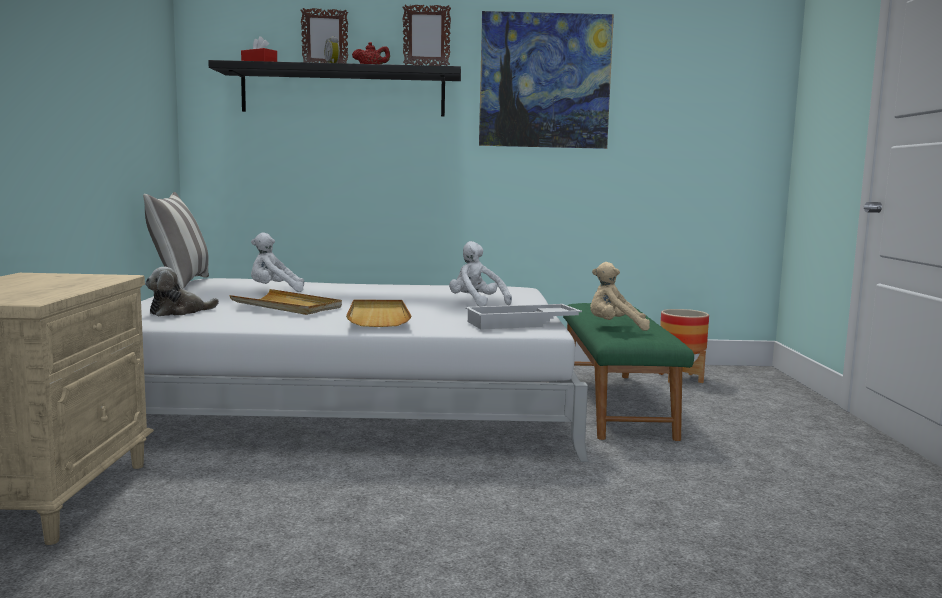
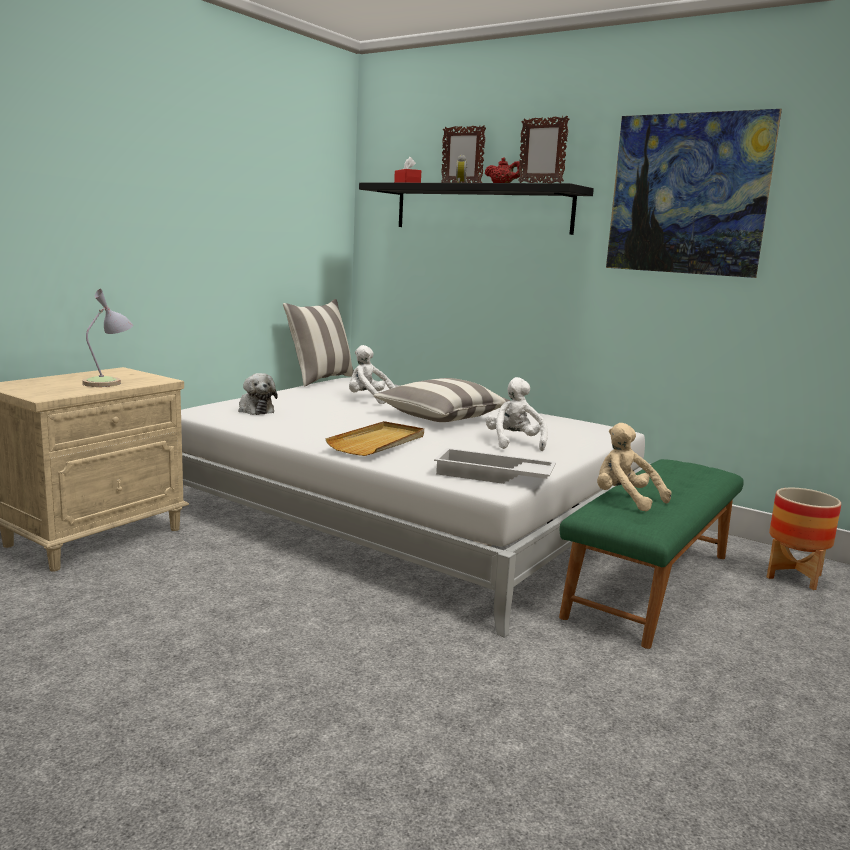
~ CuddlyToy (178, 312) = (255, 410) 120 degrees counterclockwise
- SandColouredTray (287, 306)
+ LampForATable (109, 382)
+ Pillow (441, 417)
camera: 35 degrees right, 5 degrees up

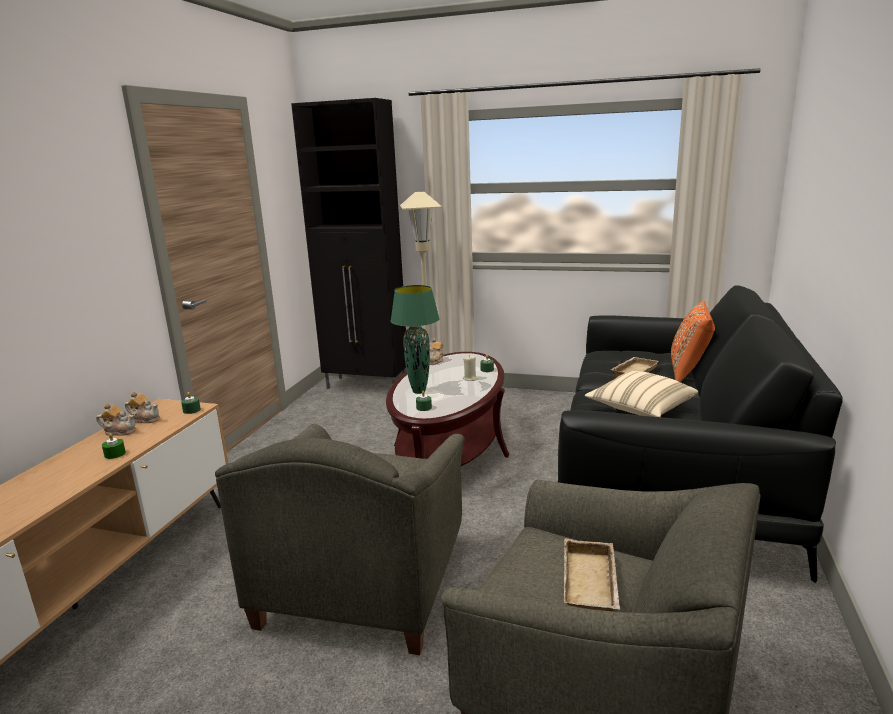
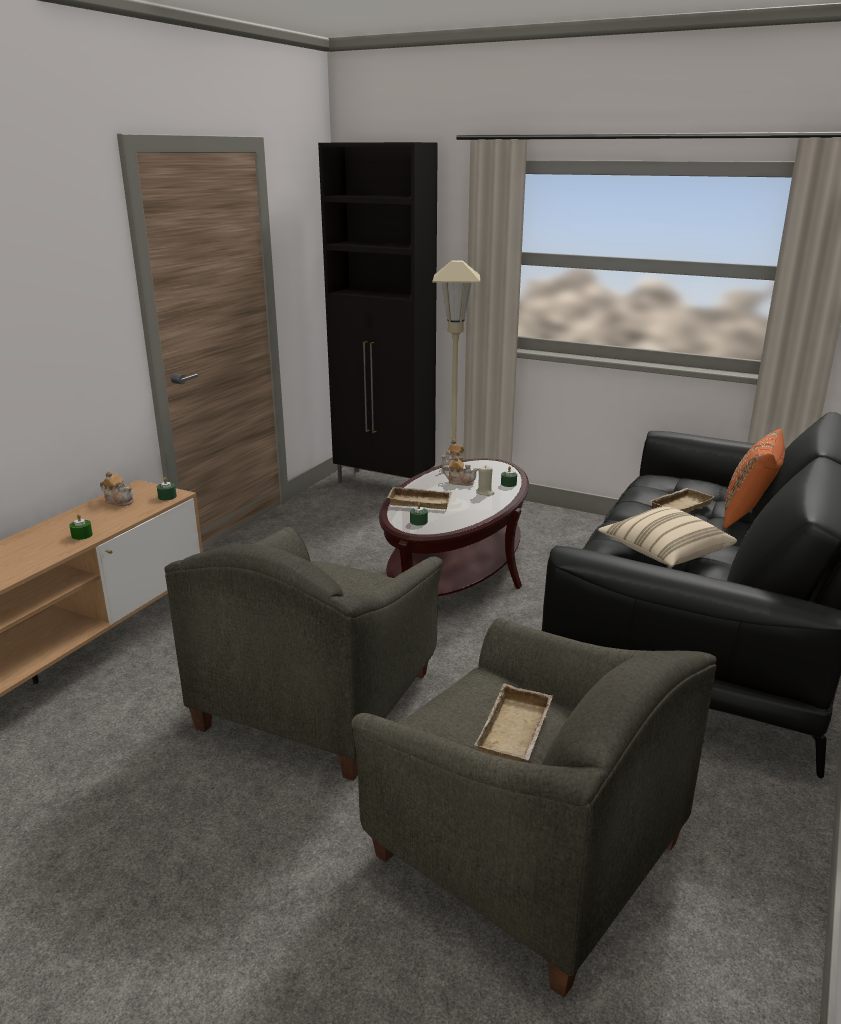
~ GreenColouredLampForATable (419, 391) to SandColouredTray (421, 501)
~ TeaPot (120, 431) to (460, 482)
camera: 10 degrees right, 5 degrees up

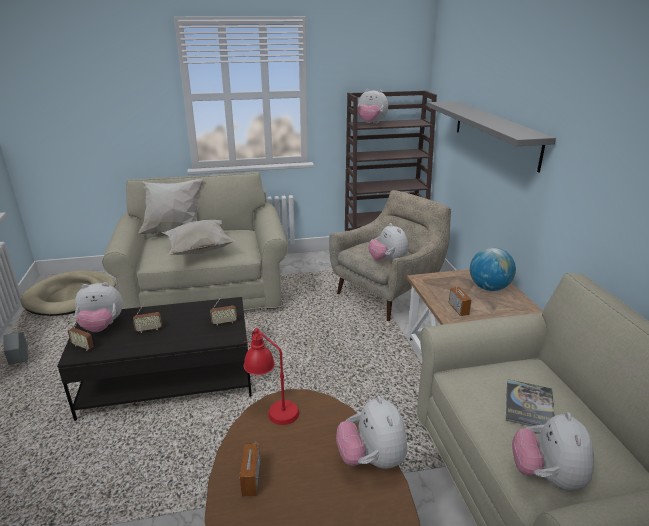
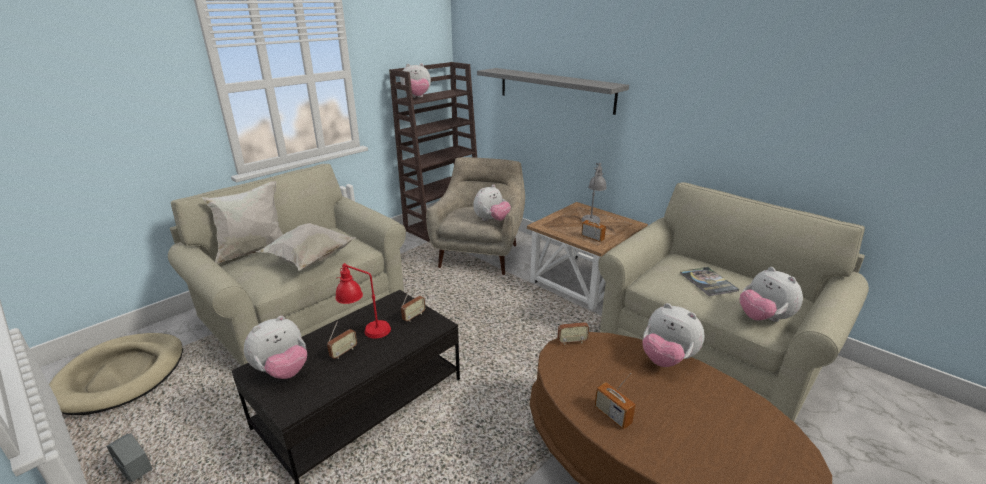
~ CuddlyToy (387, 261) = (491, 220) 75 degrees counterclockwise
~ WorldGlobe (489, 288) to GrayLampForATable (592, 217)
~ RadioSet (83, 346) to (572, 341)
~ RedColouredLampForATable (272, 408) to (365, 331)
camera: 35 degrees left, 0 degrees up

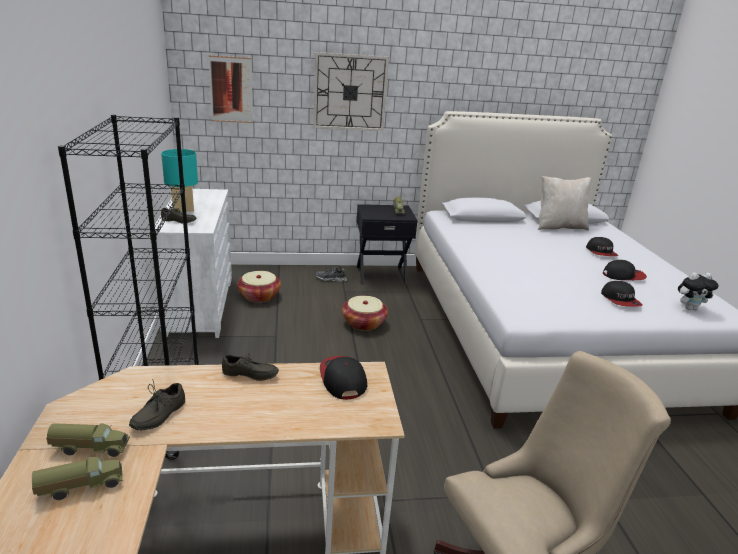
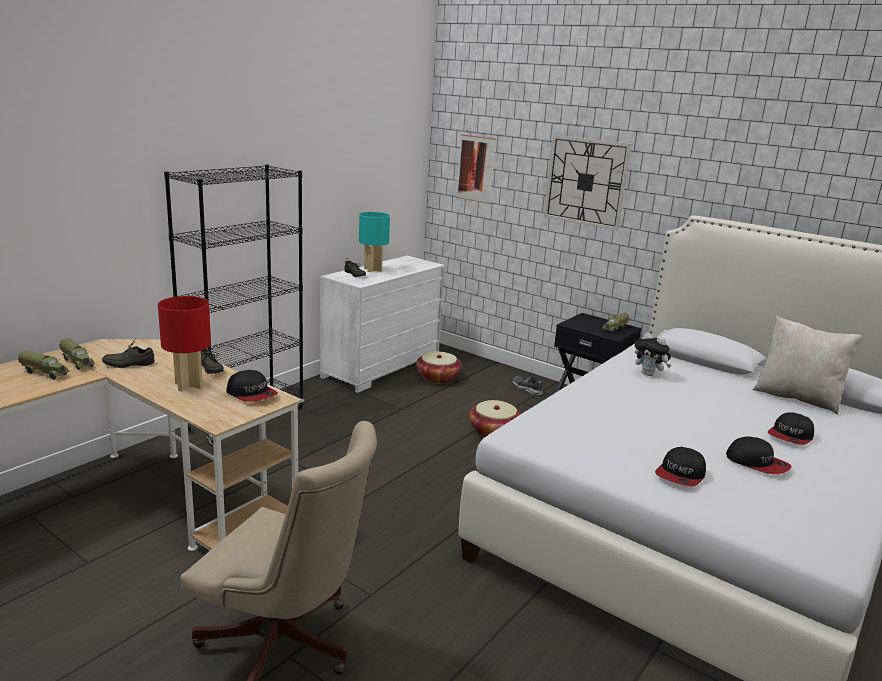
~ CuddlyToy (690, 308) to (649, 374)
~ BaseballCap (342, 379) = (252, 394) 105 degrees clockwise
+ RedColouredLampForATable (189, 385)
camera: 45 degrees right, 5 degrees down

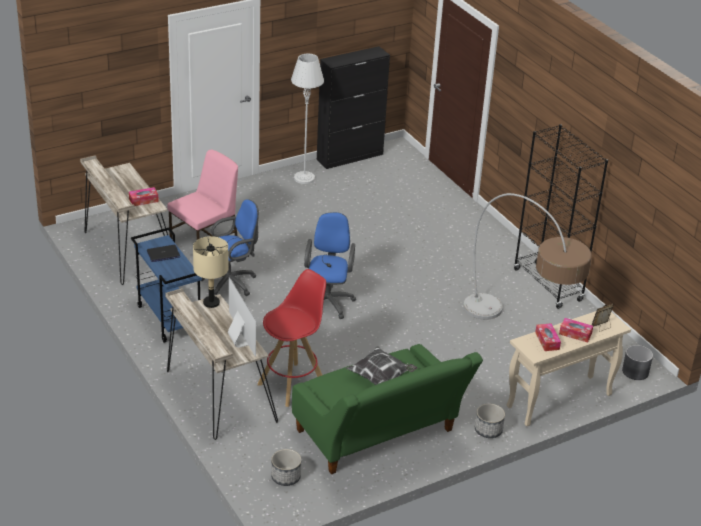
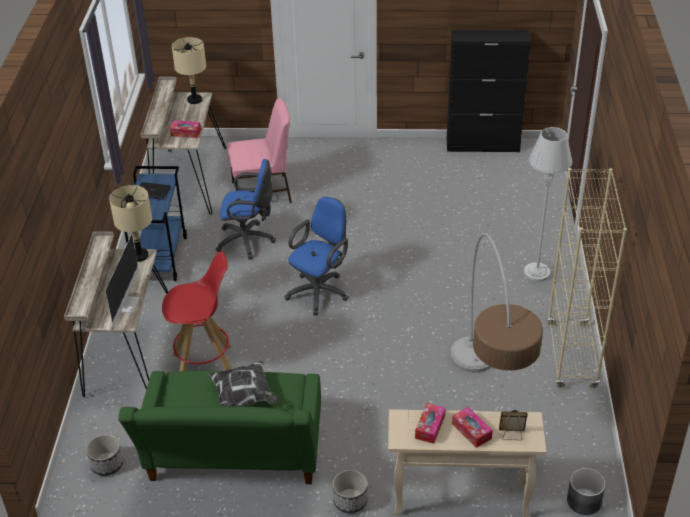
~ GrayFloorLamp (304, 178) to (537, 272)
~ BlackishBookshelf (548, 285) to SandColouredBookshelf (571, 356)
+ SandColouredLampForATable (194, 100)
camera: 35 degrees right, 5 degrees up

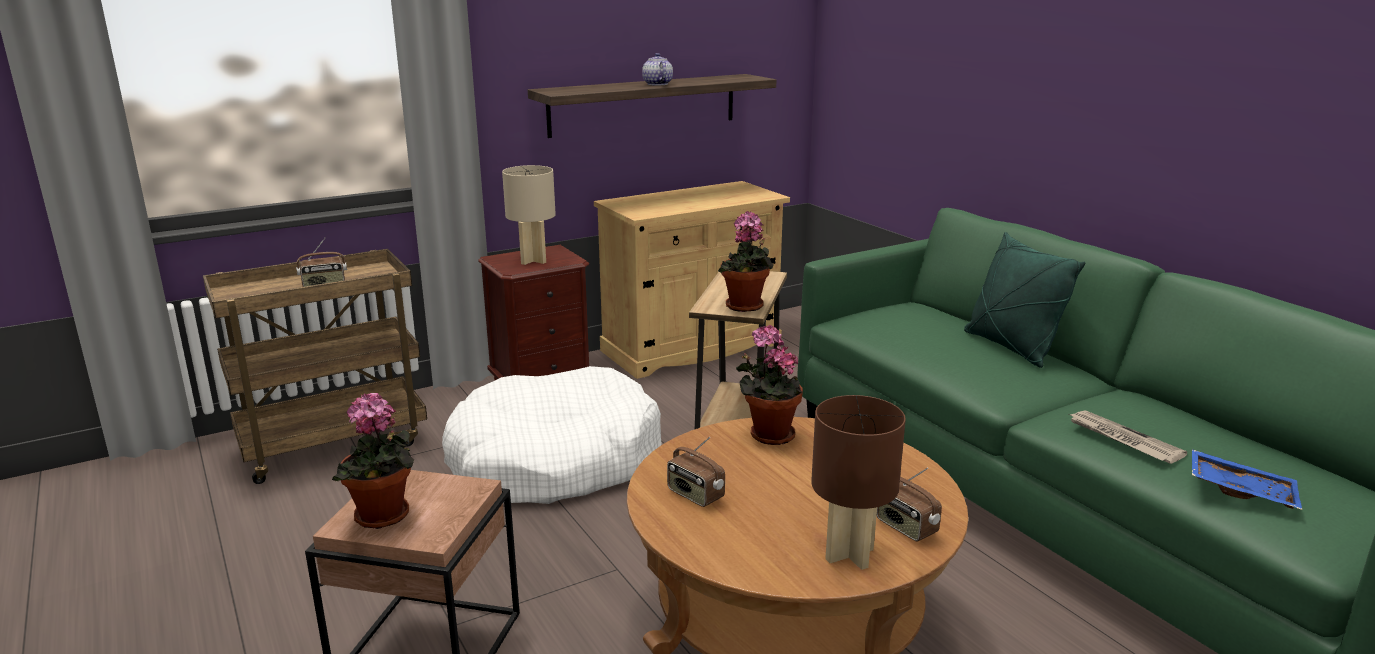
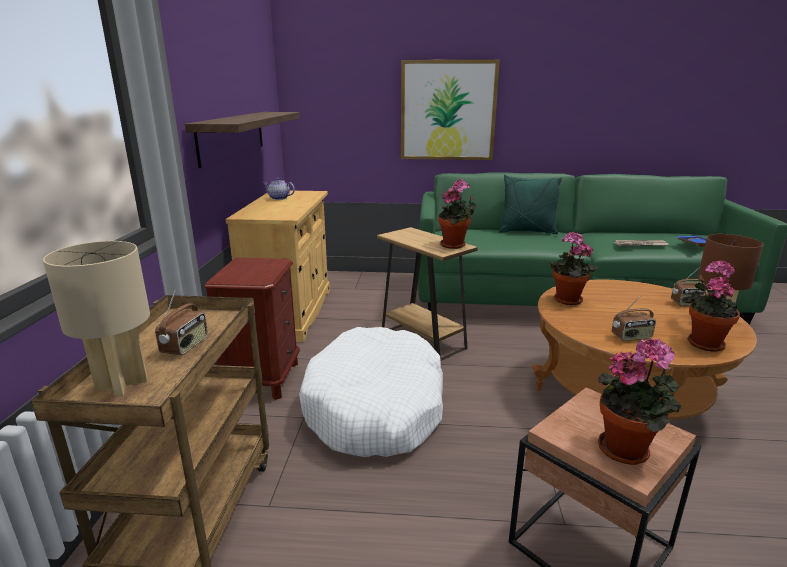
~ TeaPot (657, 84) to (279, 198)
~ SandColouredLampForATable (534, 260) to (123, 384)
+ WallPicture (448, 111)
+ Houseplant (703, 342)
camera: 55 degrees left, 0 degrees up

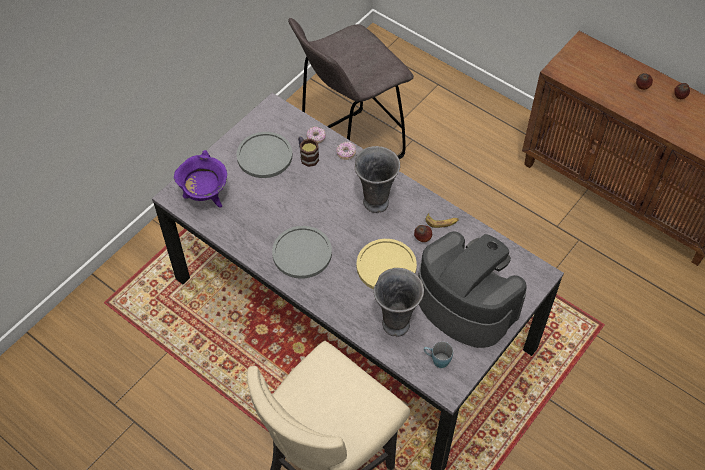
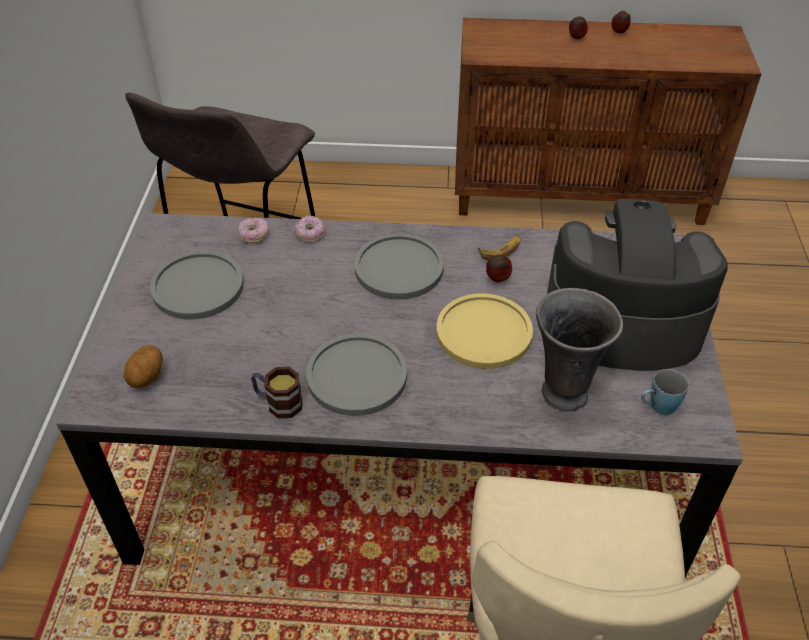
~ TeaMug (307, 156) to (278, 403)
~ GrayFlowerVase (375, 201) to GrayPlate (399, 268)
~ PurpleColouredCookingPot (205, 196) to WholePotato (147, 378)
camera: 35 degrees left, 10 degrees down

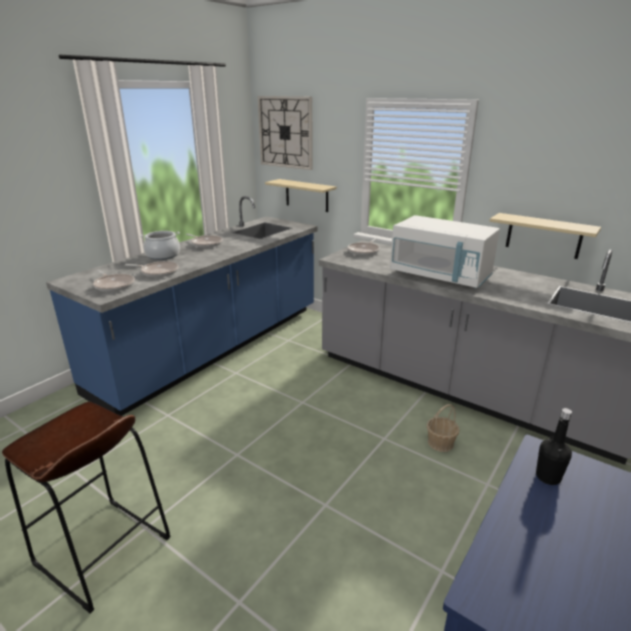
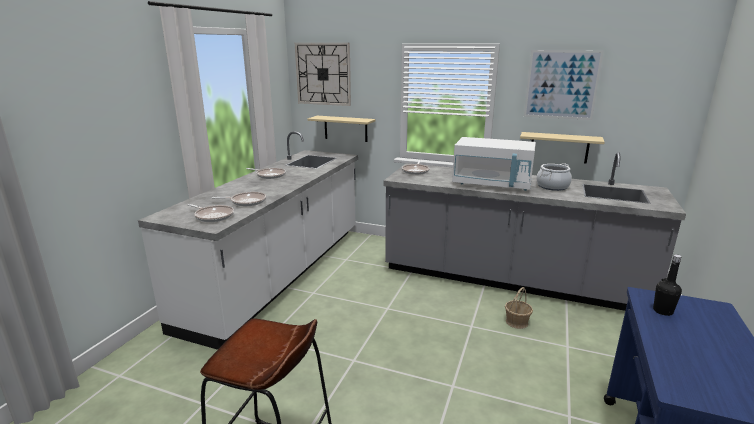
~ BluishCounter (215, 347) to WhiteColouredCounter (280, 274)
~ CookingPot (163, 255) to (552, 186)
+ WallPicture (561, 85)
camera: 15 degrees left, 5 degrees down

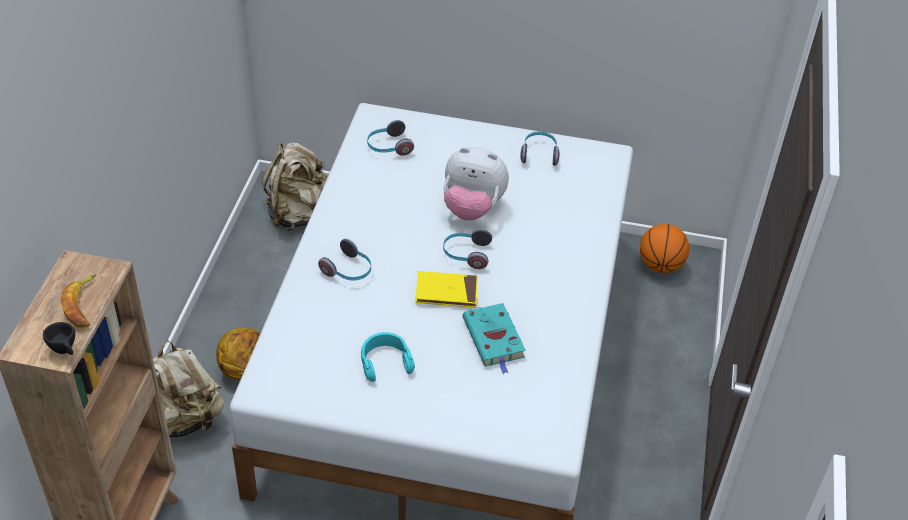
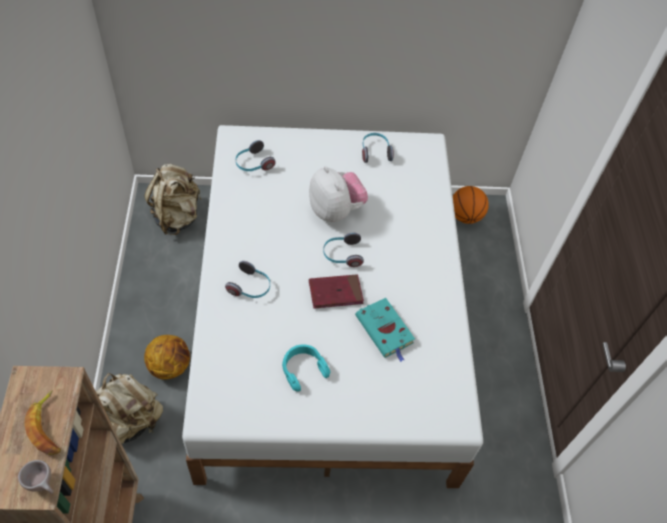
~ CuddlyToy (472, 208) = (335, 210) 120 degrees counterclockwise
~ YellowColouredVolume (446, 292) to RedColouredVolume (335, 293)
~ BlackishCup (65, 350) to SandColouredCup (43, 484)
camera: 15 degrees left, 10 degrees up

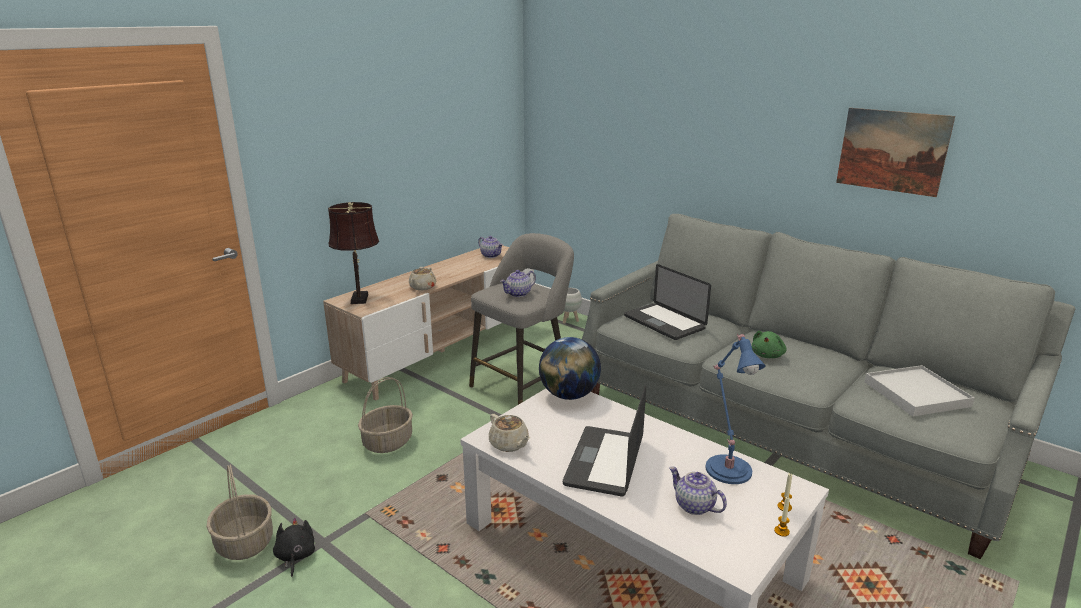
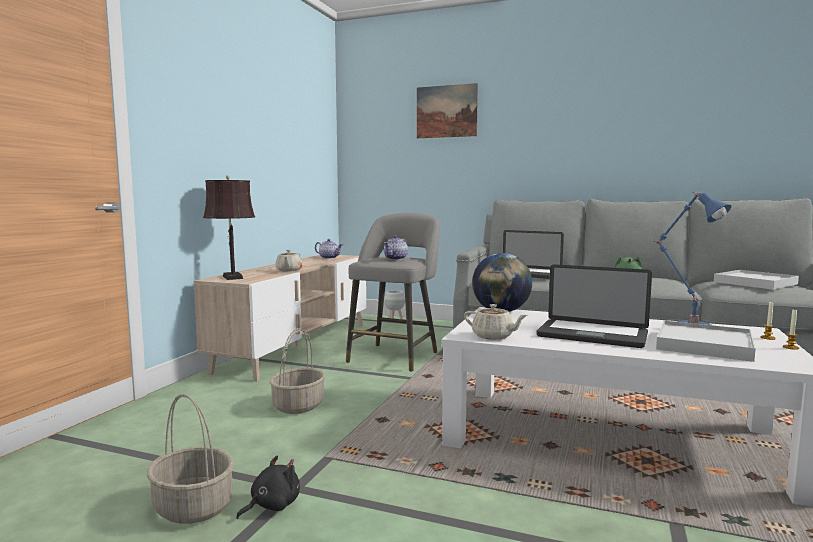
~ WallPicture (892, 151) to (446, 111)
~ NotebookComputer (604, 462) = (592, 335) 60 degrees counterclockwise
~ TeaPot (694, 506) to WhiteColouredTray (704, 345)
~ BlackishCuddlyToy (295, 556) = (272, 505) 75 degrees clockwise
camera: 20 degrees left, 15 degrees down

